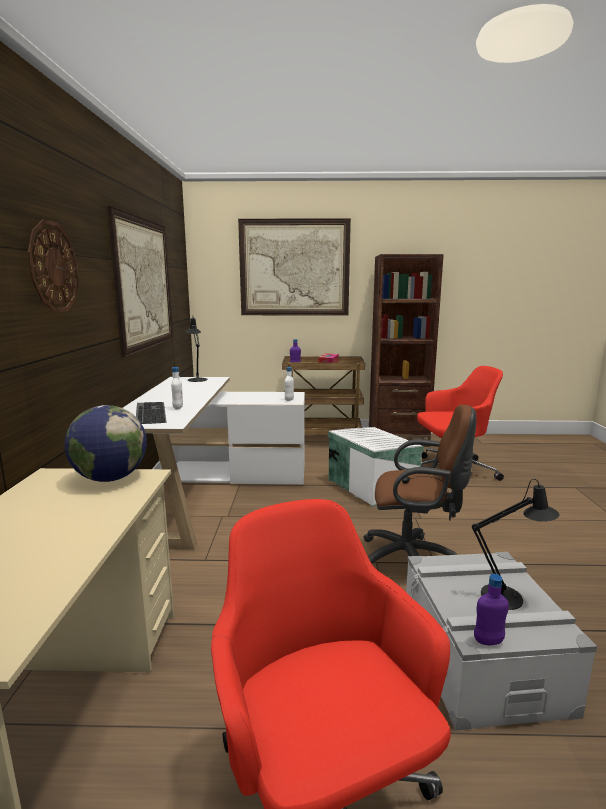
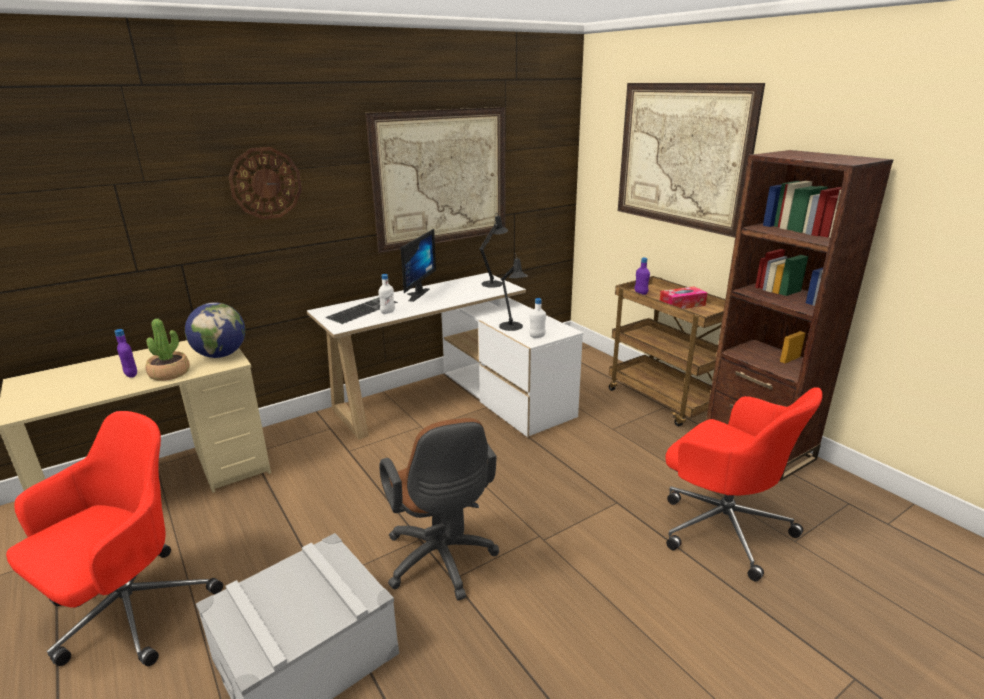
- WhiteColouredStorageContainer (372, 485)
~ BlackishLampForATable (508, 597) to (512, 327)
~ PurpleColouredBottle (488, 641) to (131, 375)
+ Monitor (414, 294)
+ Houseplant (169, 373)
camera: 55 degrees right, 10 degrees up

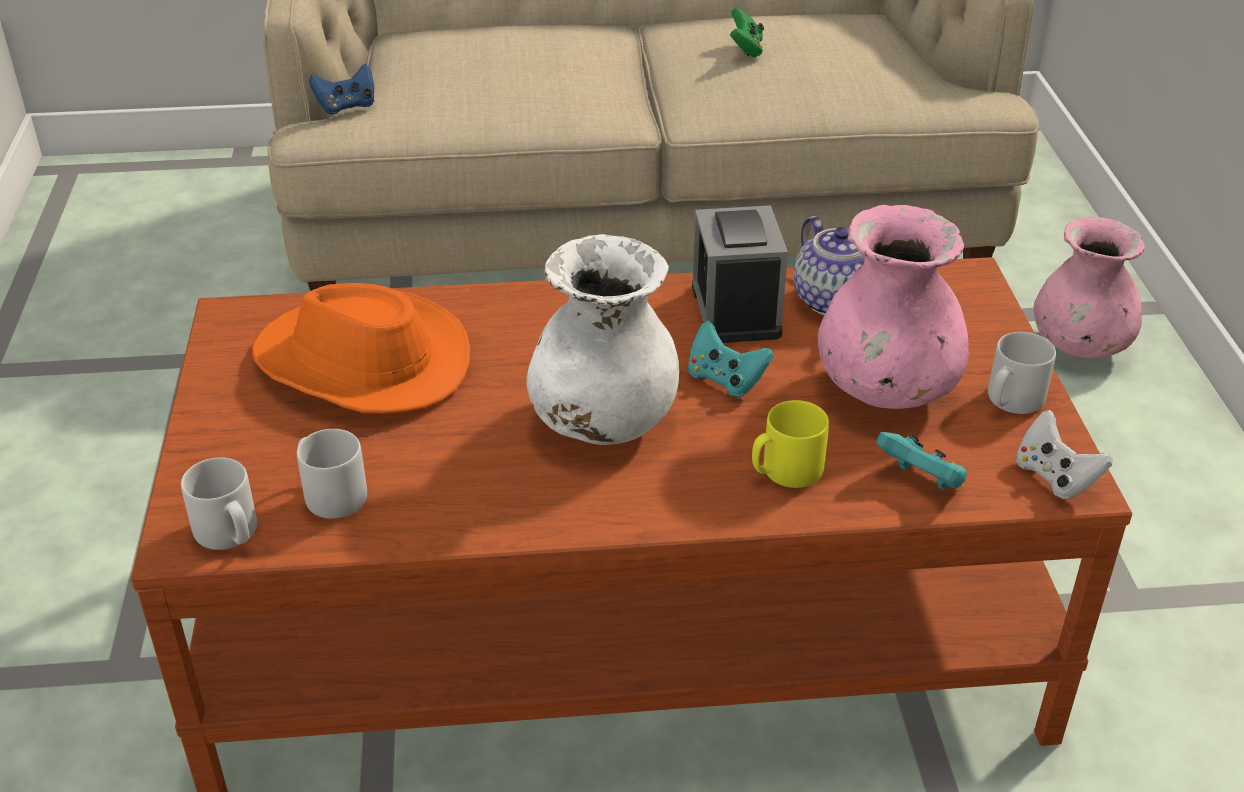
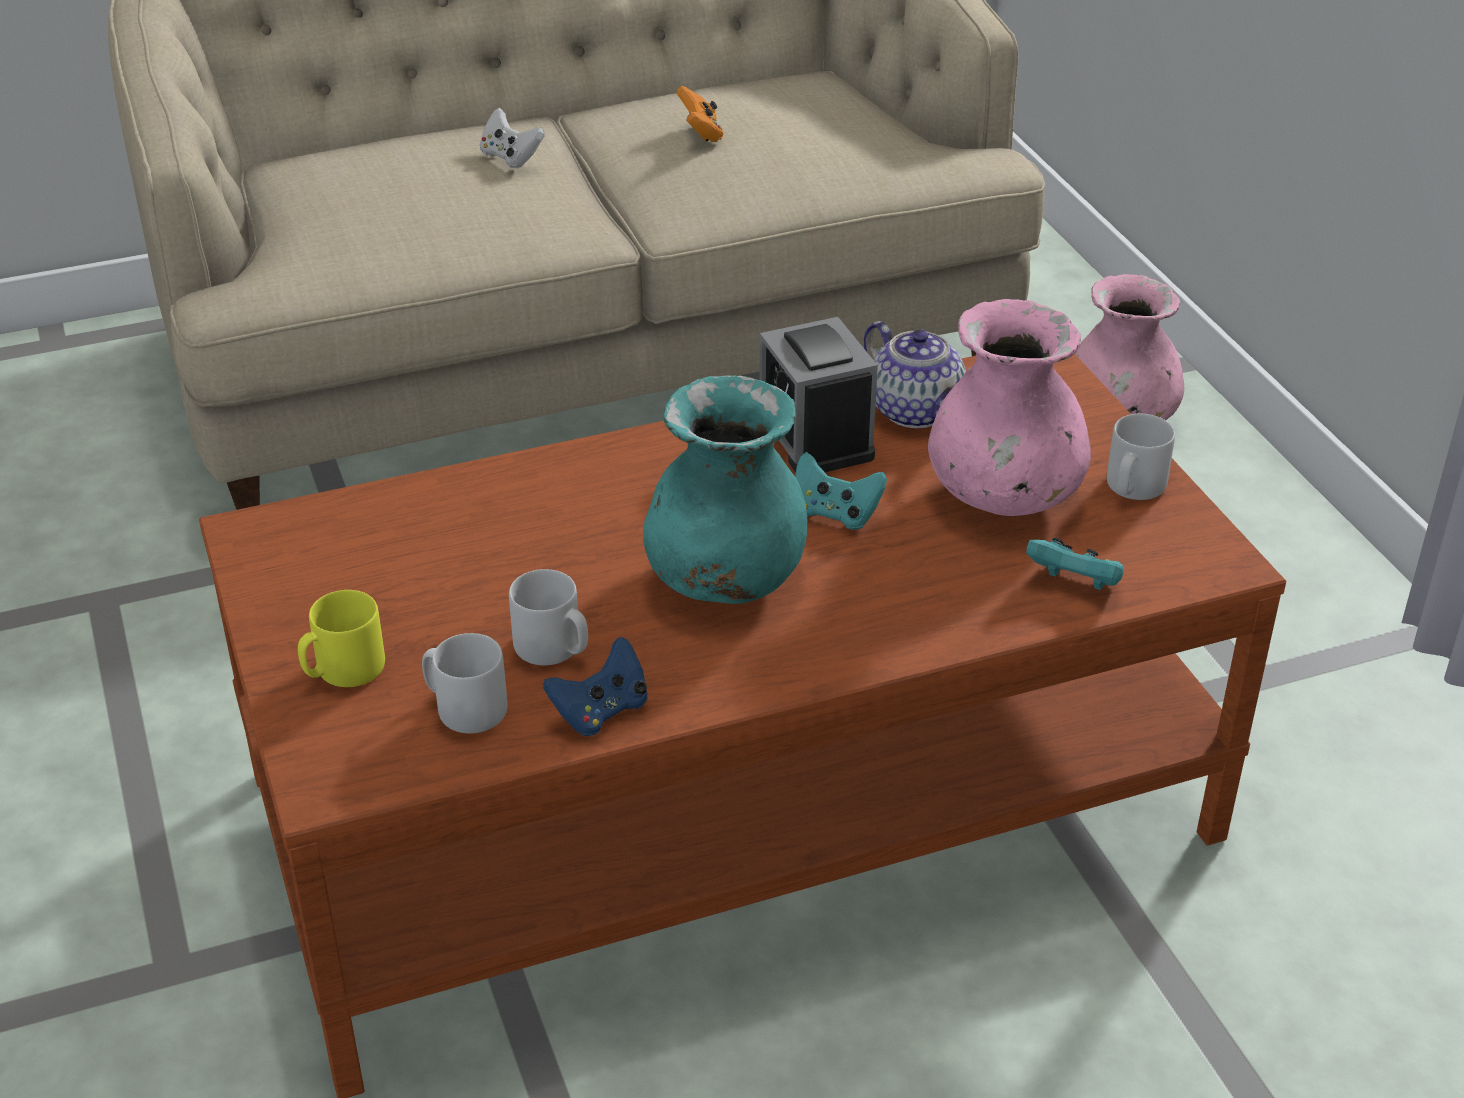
~ GreenColouredGamepad (746, 49) to OrangeyGamepad (701, 133)
~ BluishGamepad (346, 106) to (601, 711)
~ WhiteColouredFlowerVase (603, 423) to TurquoiseColouredFlowerVase (726, 581)
- OrangeyClothingHat (361, 363)
~ YellowColouredTeaMug (785, 471) to (343, 670)
~ WhiteColouredGamepad (1054, 477) to (510, 158)
~ GrayTeaMug (229, 534) to (554, 649)
camera: 15 degrees left, 0 degrees up

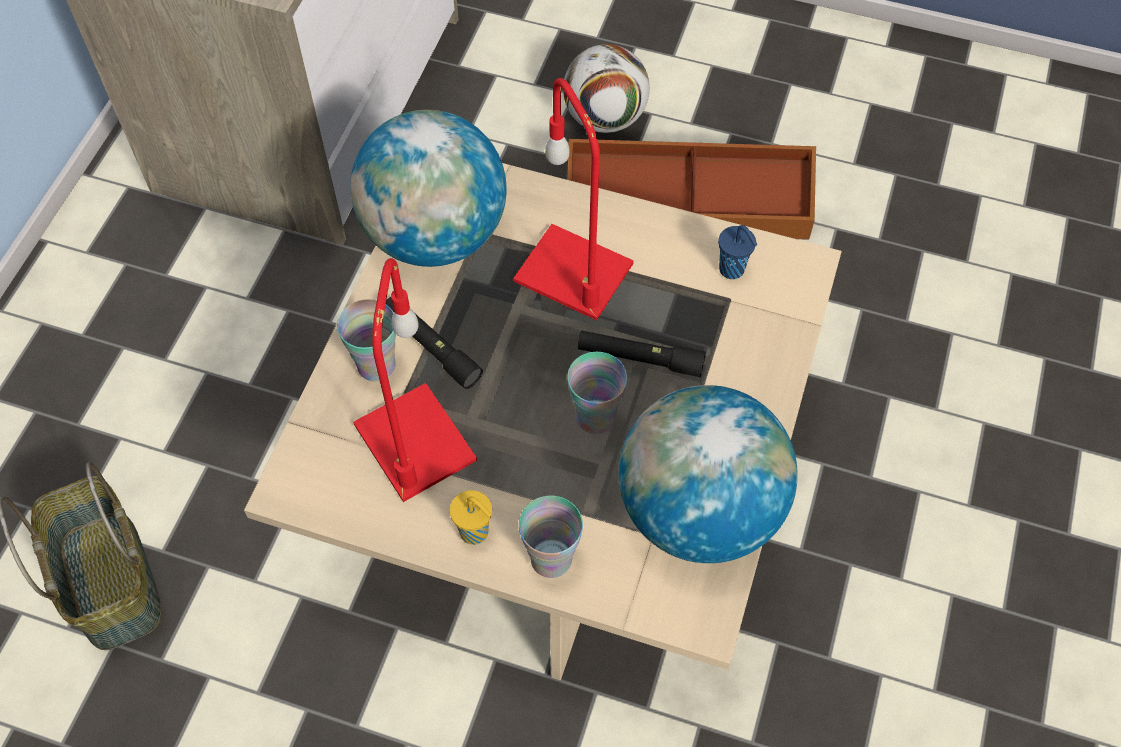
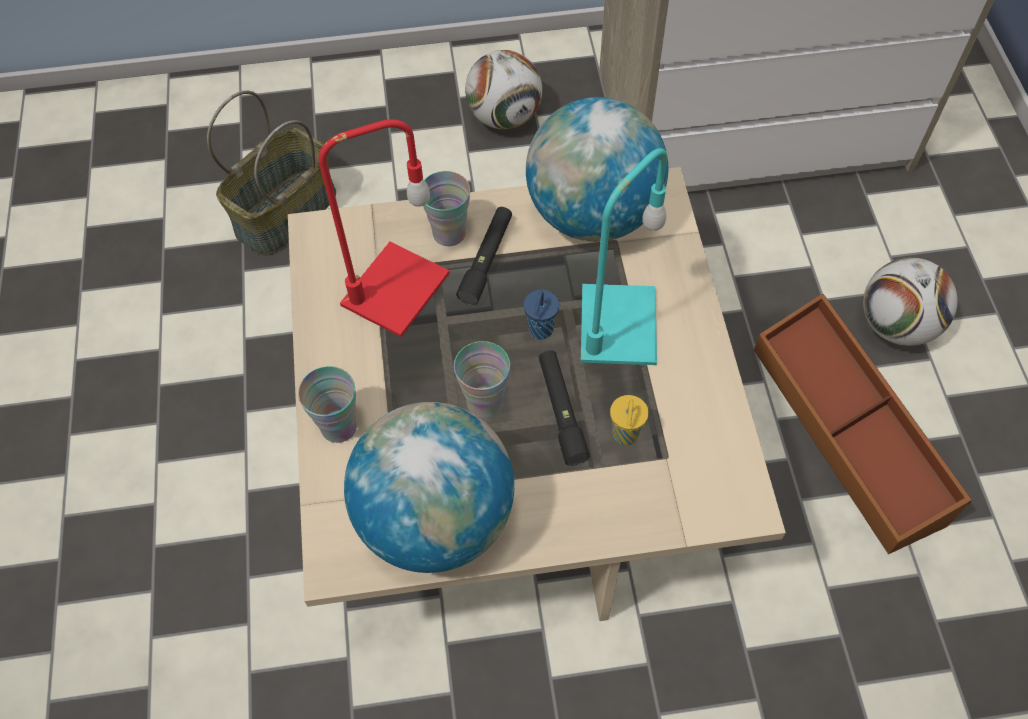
~ RedColouredLampForATable (576, 272) to TurquoiseColouredLampForATable (619, 327)
~ BluishCup (733, 270) to (540, 331)
~ YellowColouredCup (475, 533) to (625, 436)
+ FootballBall (504, 116)
camera: 65 degrees right, 0 degrees up

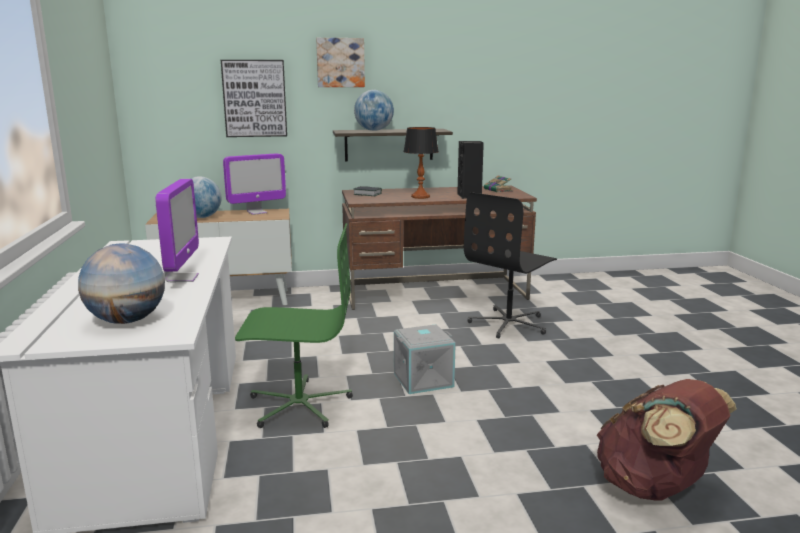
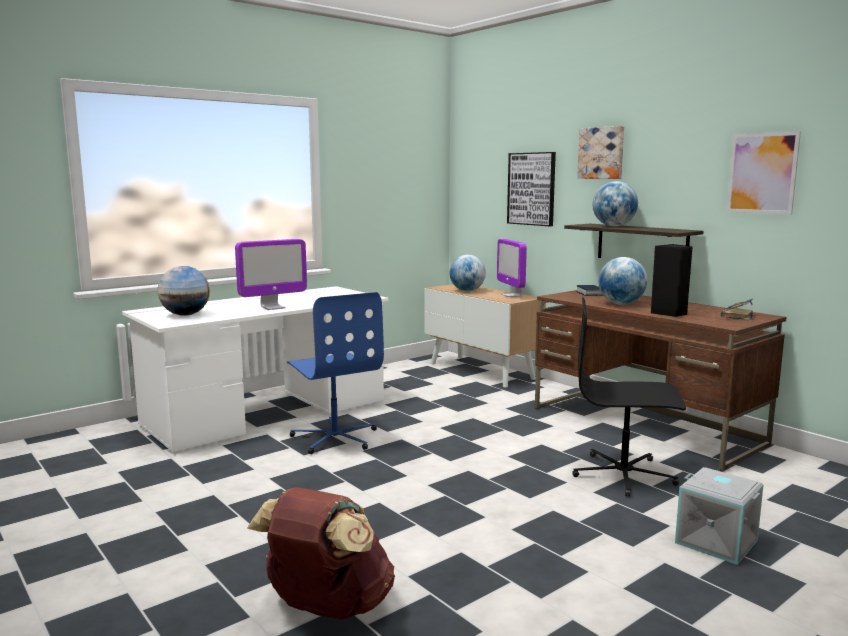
~ LampForATable (420, 197) to WorldGlobe (621, 304)
~ Monitor (257, 212) = (511, 295) 45 degrees clockwise
~ GreenColouredComputerChair (299, 405) to BluishComputerChair (335, 437)
~ GrayStorageContainer (423, 379) to (717, 541)
+ WallPicture (762, 173)
camera: 60 degrees right, 5 degrees down

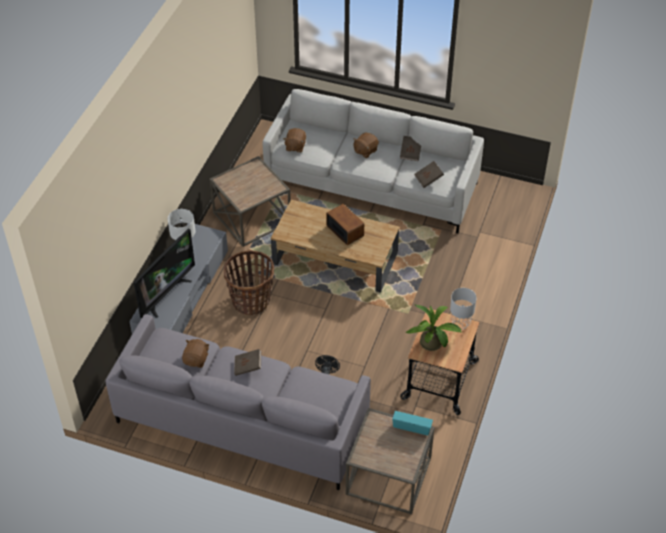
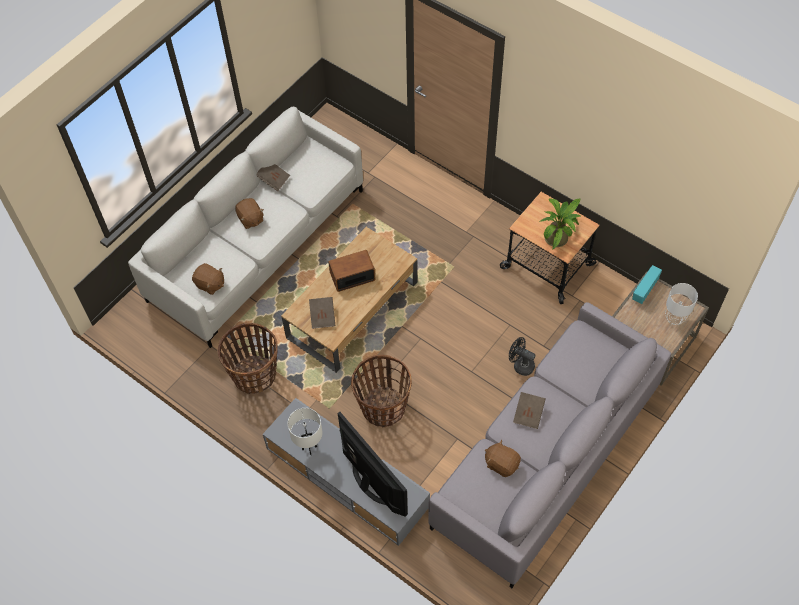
~ BrownishSideTable (252, 217) to Basket (254, 375)
~ BrownishVolume (428, 179) to (322, 316)
~ GrayLampForATable (460, 324) to (673, 319)
camera: 70 degrees left, 10 degrees up

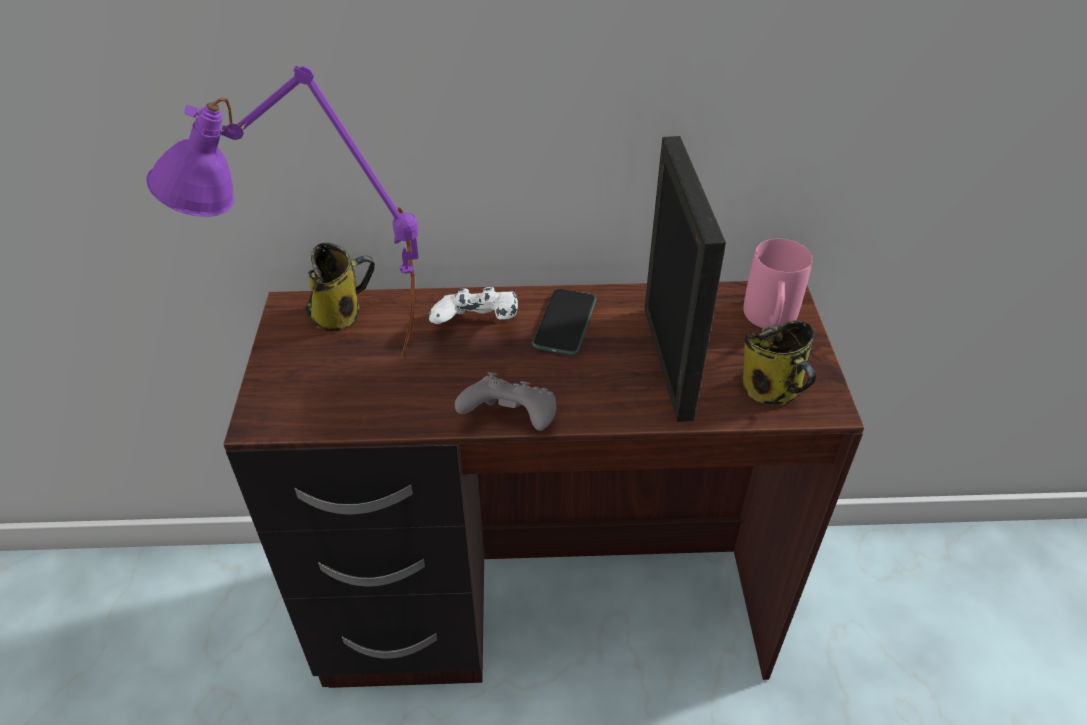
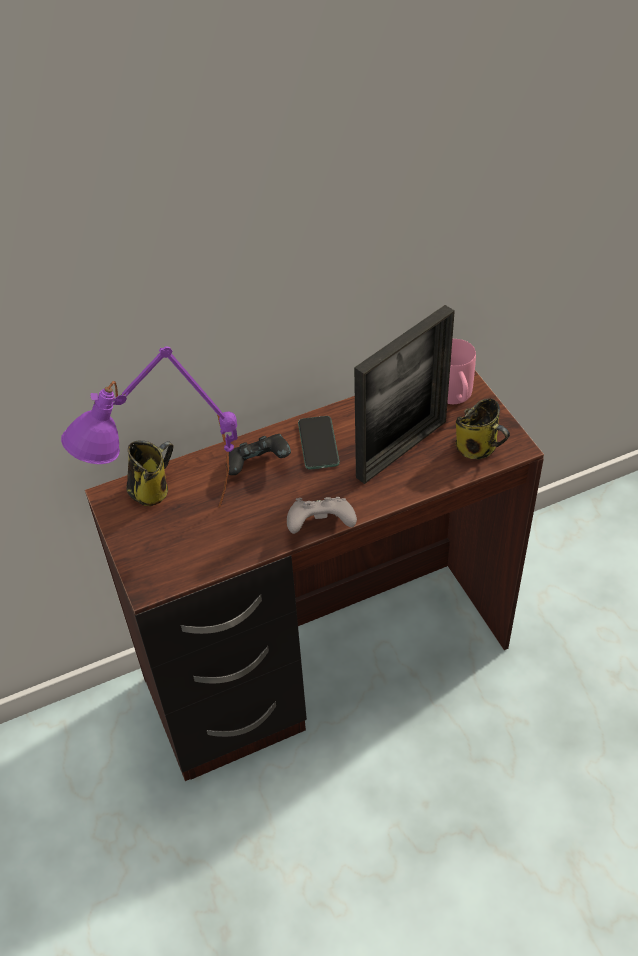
~ PhotoFrame (667, 361) = (401, 449) 75 degrees clockwise
~ WhiteColouredGamepad (477, 326) to BlackishGamepad (258, 466)
camera: 20 degrees left, 5 degrees up

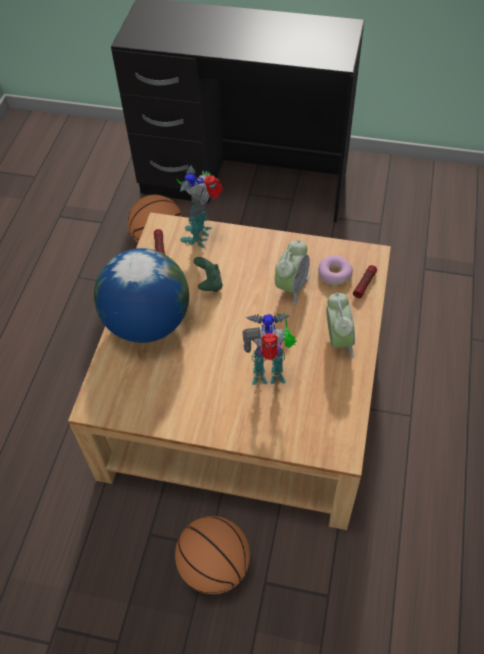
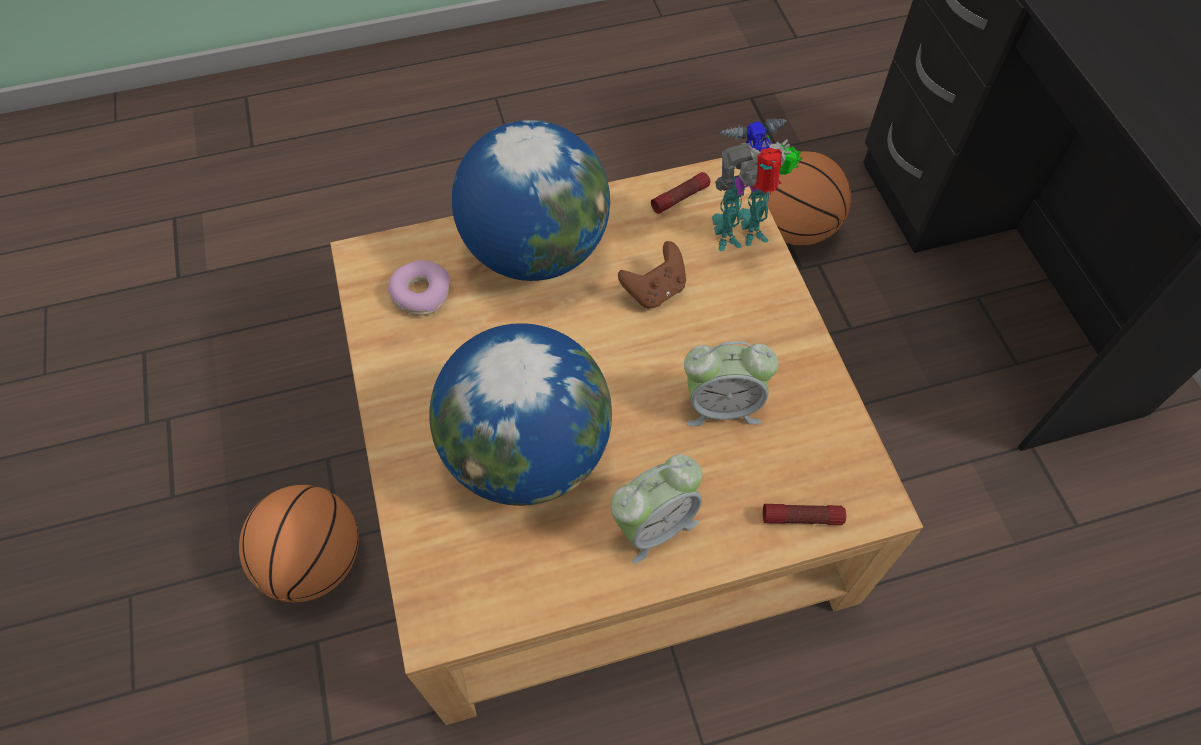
~ RingDoughnut (334, 274) to (421, 293)
~ GreenColouredGamepad (209, 283) to BrownishGamepad (655, 290)
~ ModelRobot (270, 375) to WorldGlobe (528, 453)
camera: 60 degrees right, 5 degrees up

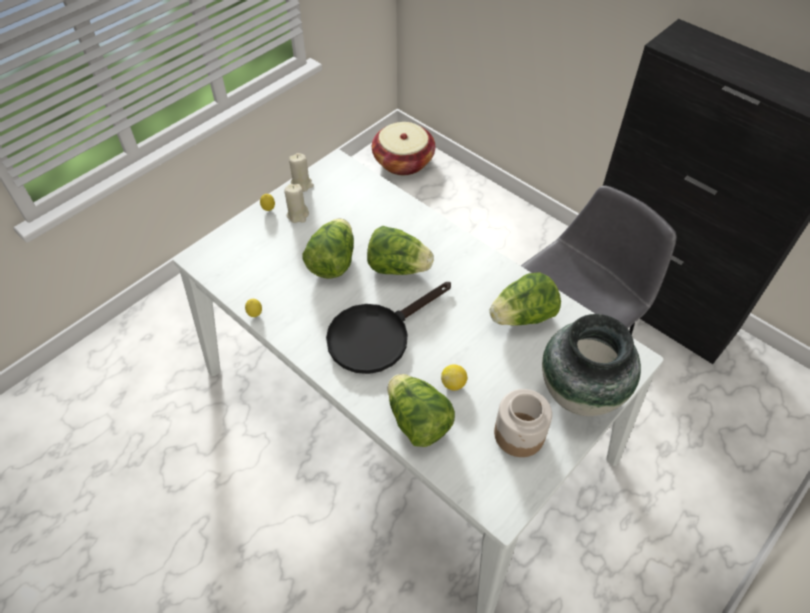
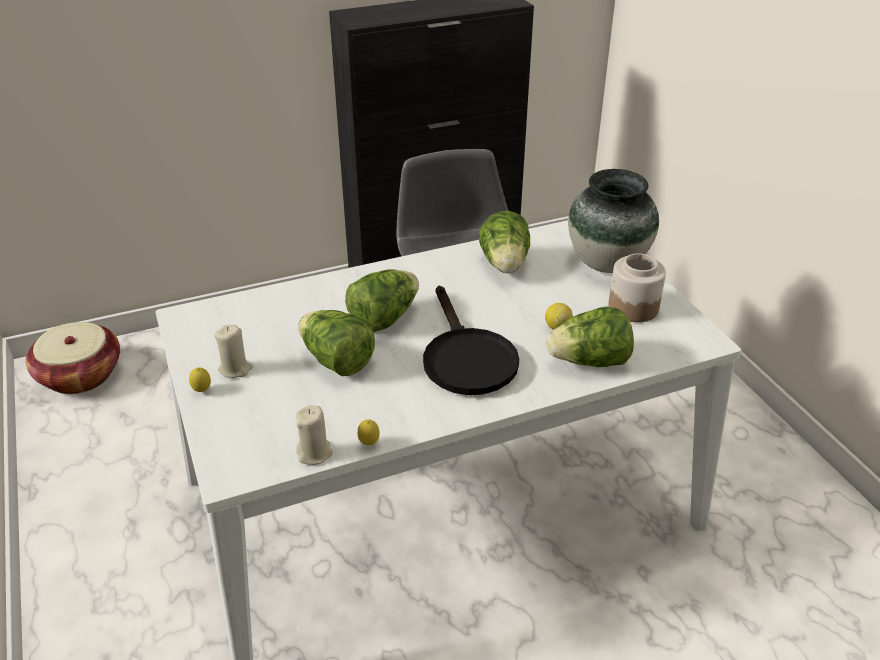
~ SandColouredCandle (302, 184) to (315, 453)
camera: 65 degrees left, 15 degrees down

